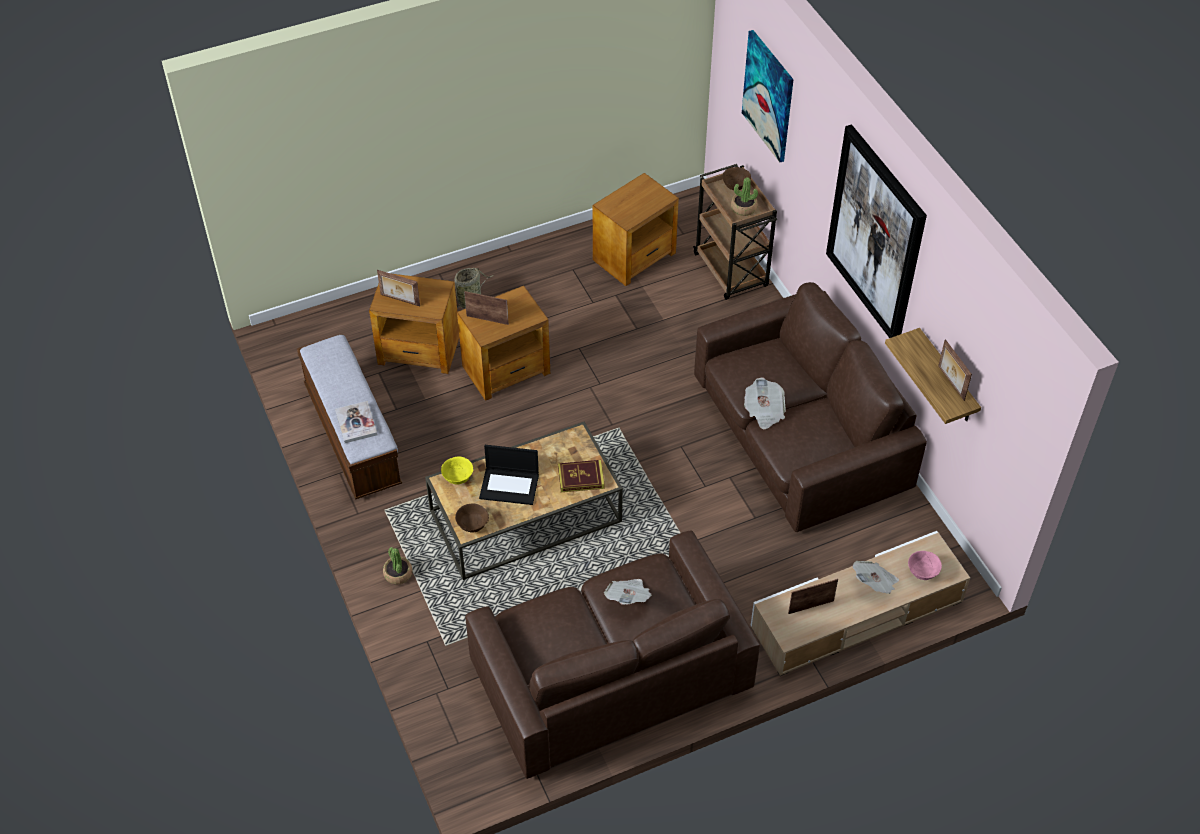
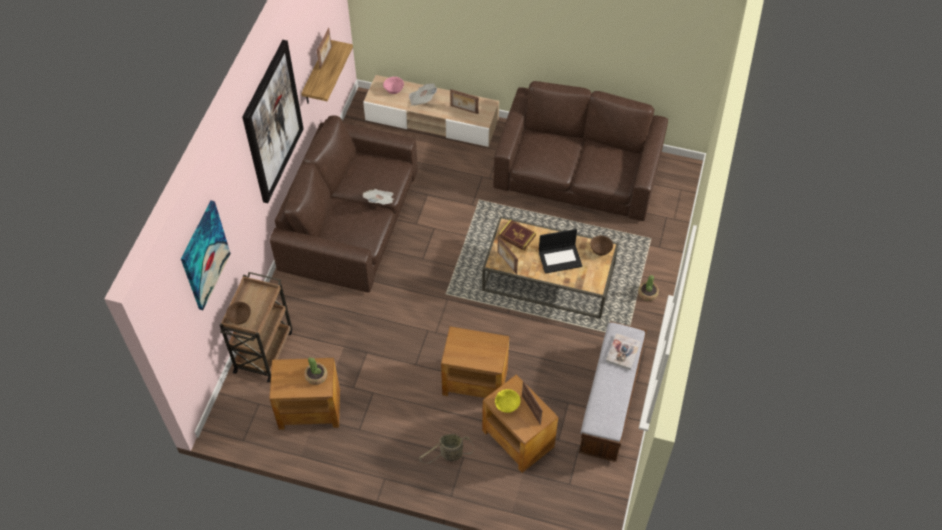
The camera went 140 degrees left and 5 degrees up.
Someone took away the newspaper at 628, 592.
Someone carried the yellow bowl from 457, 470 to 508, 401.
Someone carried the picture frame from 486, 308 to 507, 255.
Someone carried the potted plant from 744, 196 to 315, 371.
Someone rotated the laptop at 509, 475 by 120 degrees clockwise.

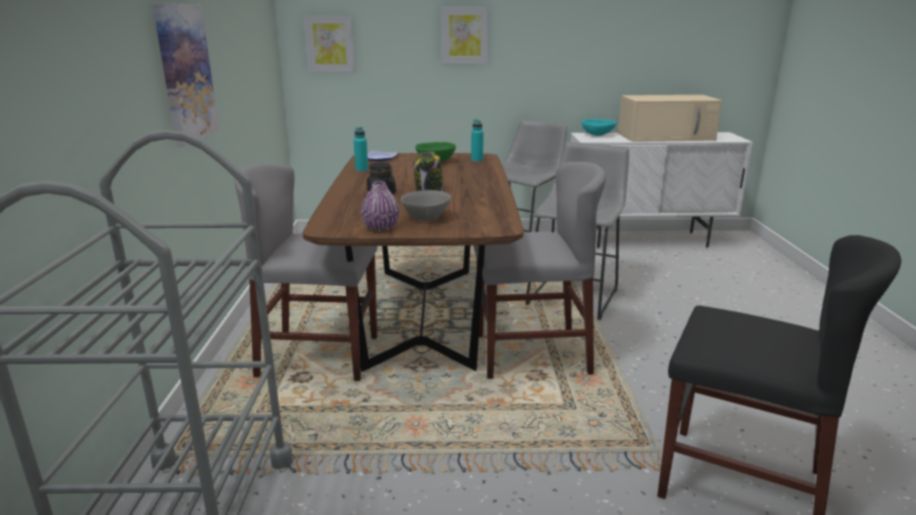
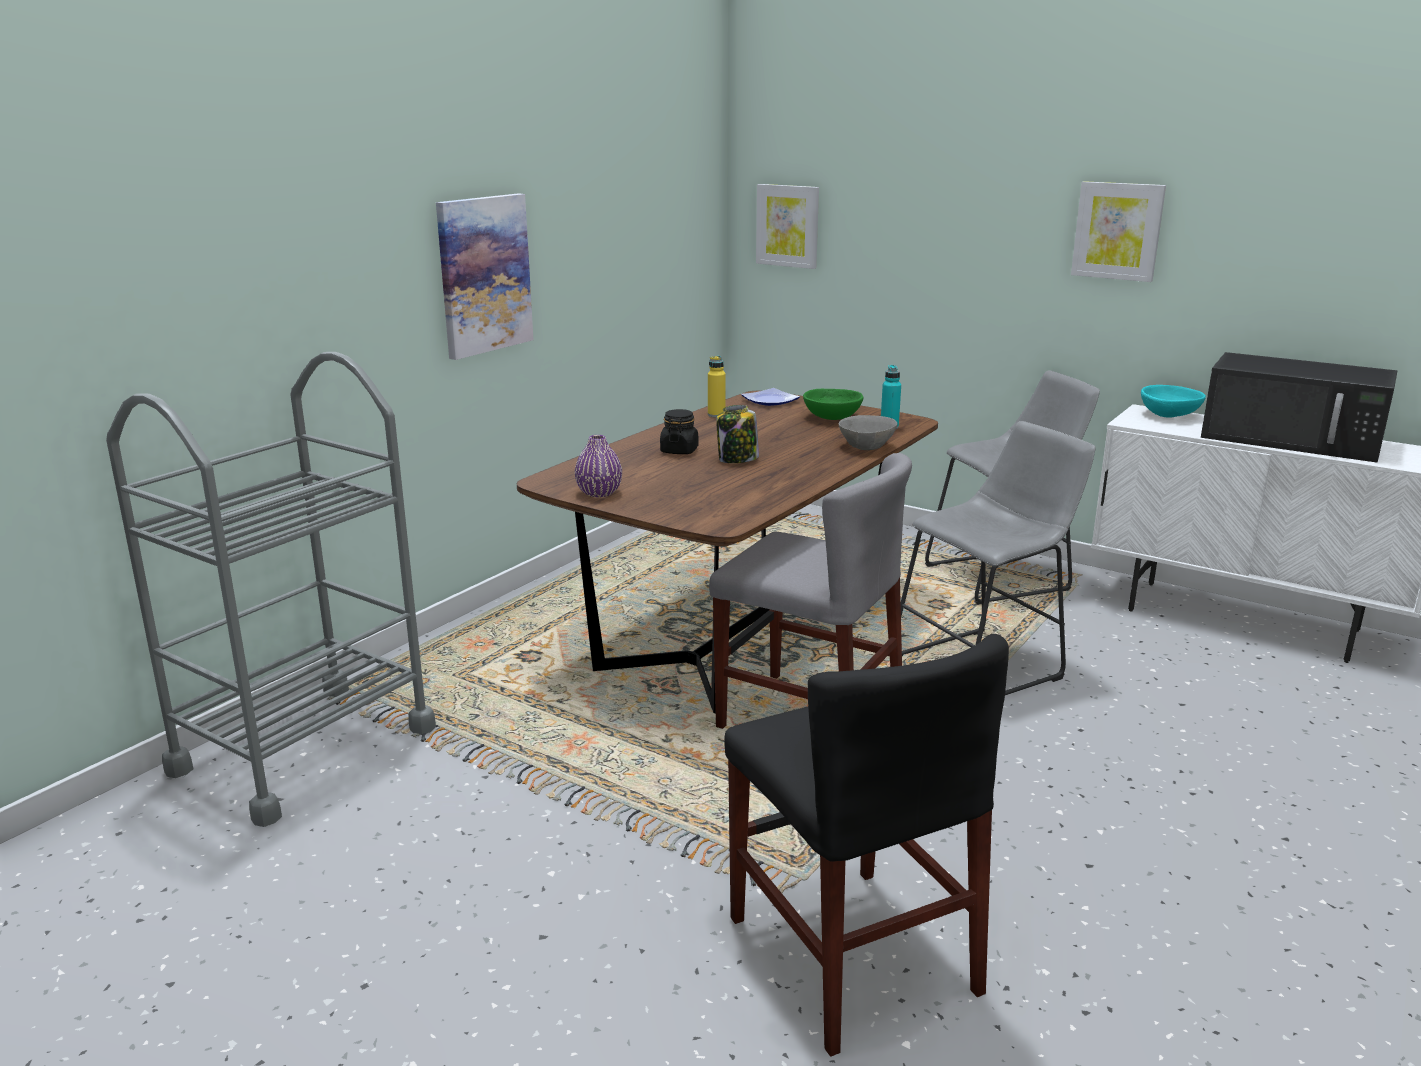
The camera went 35 degrees right and 0 degrees up.
Someone took away the grey chair at 305, 271.
Someone carried the grey bowl from 426, 205 to 868, 432.
Someone carried the picture from 465, 35 to 1118, 231.
Someone repainted the turquoise bottle at 361, 149, which became the yellow bottle at 717, 386.
Someone repainted the beige microwave at 670, 118, which became the black microwave at 1299, 407.

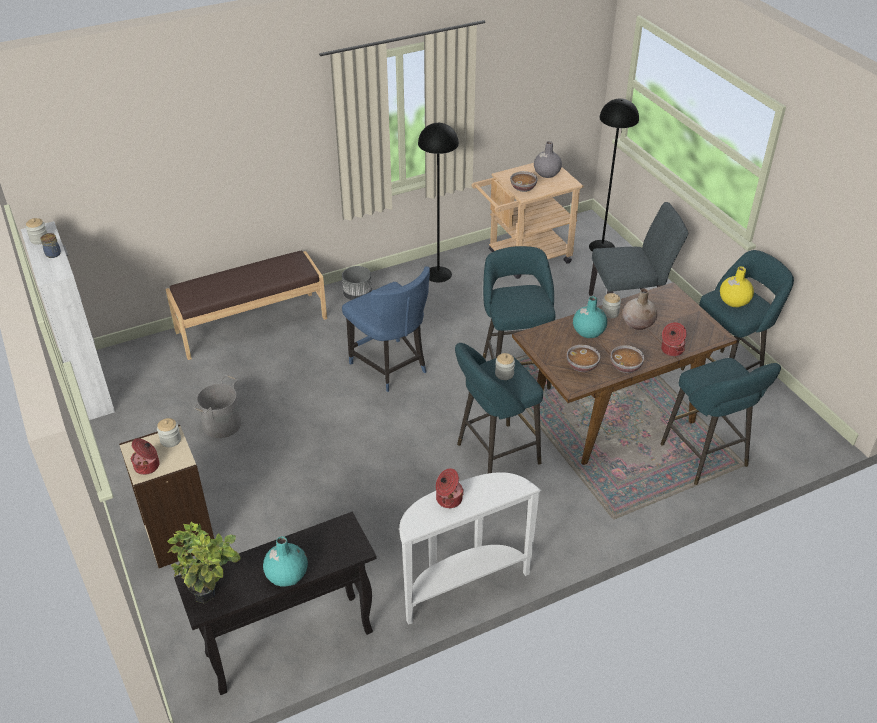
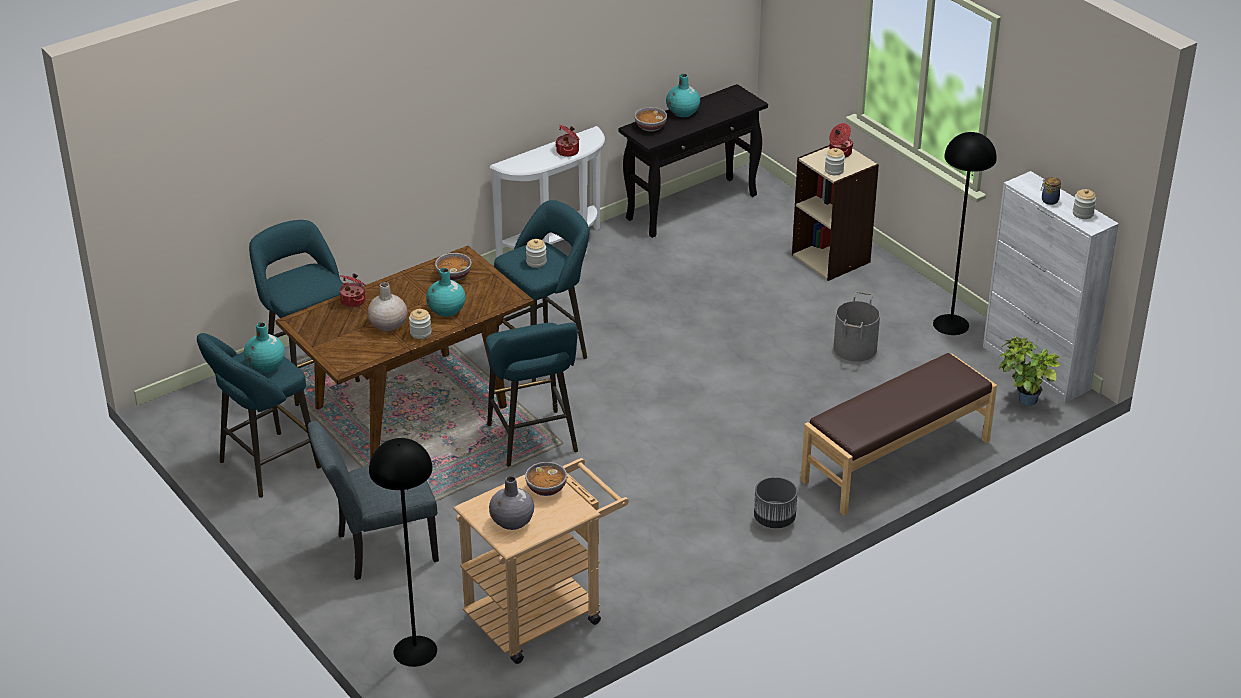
The camera went 170 degrees right and 5 degrees down.
Someone took away the blue chair at 386, 329.
Someone carried the potted plant from 204, 562 to 1029, 371.
Someone carried the black floor lamp from 438, 202 to 965, 233.
Someone carried the bowl from 627, 359 to 650, 119.
Someone repainted the yellow vase at 737, 286, which became the turquoise vase at 264, 347.

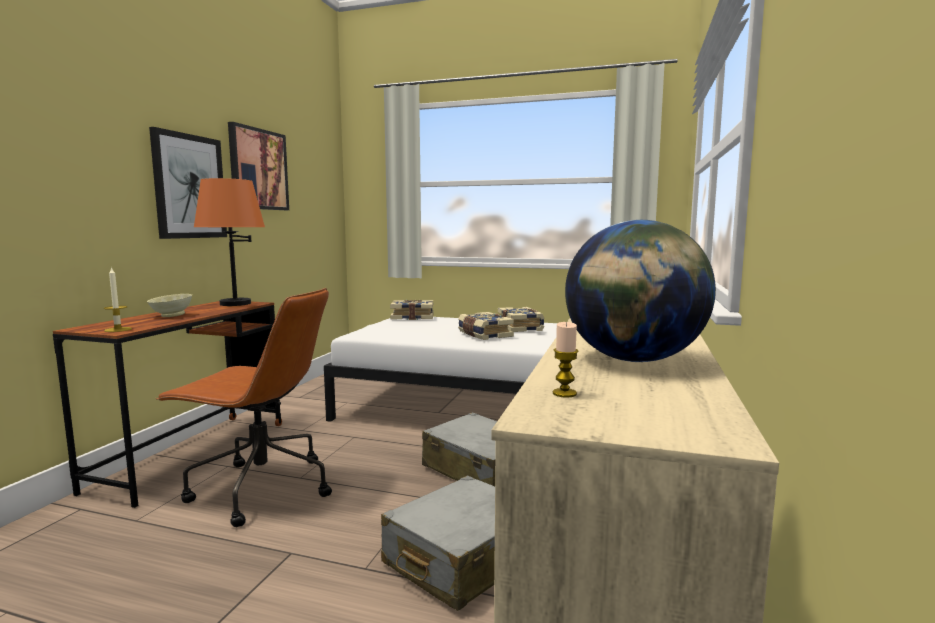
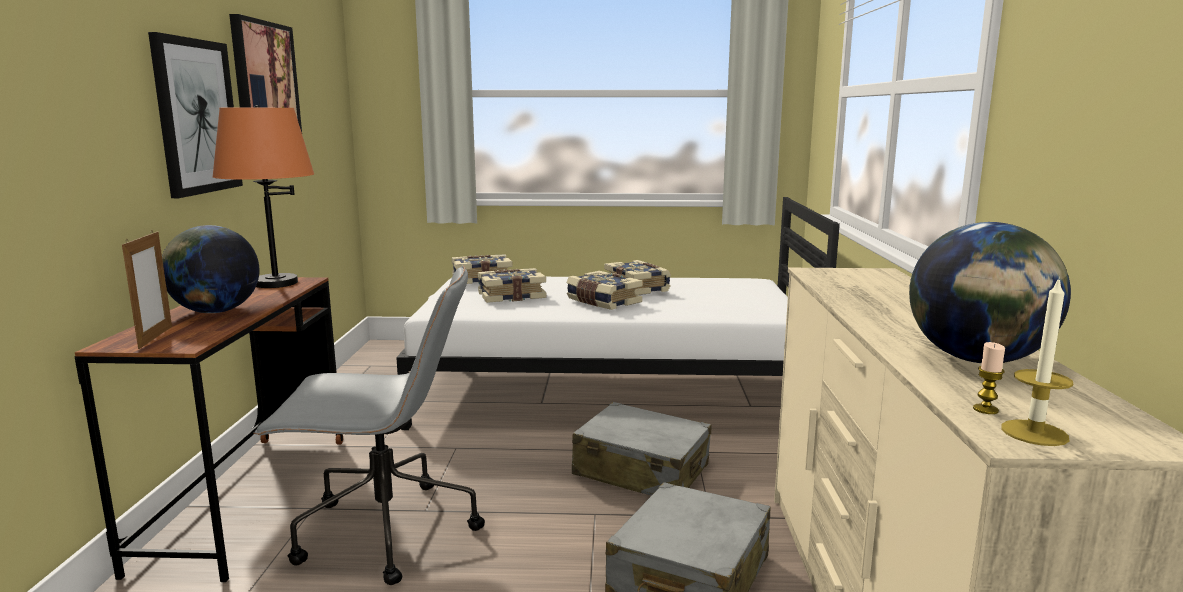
The camera went 15 degrees left and 5 degrees up.
Someone put down the picture frame at 147, 289.
Someone put down the book at 512, 285.
Someone carried the candle from 118, 299 to 1037, 362.
Someone swapped the beige bowl at 169, 305 for the globe at 210, 269.
Someone repainted the brown office chair at 243, 407, which became the grey office chair at 369, 425.

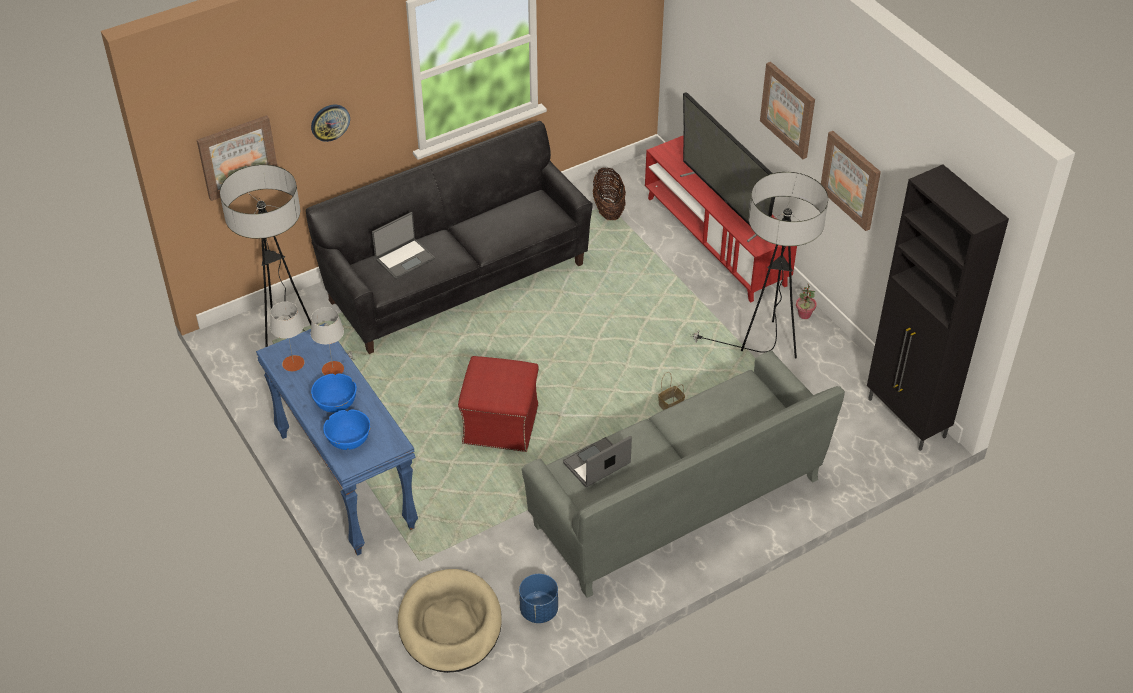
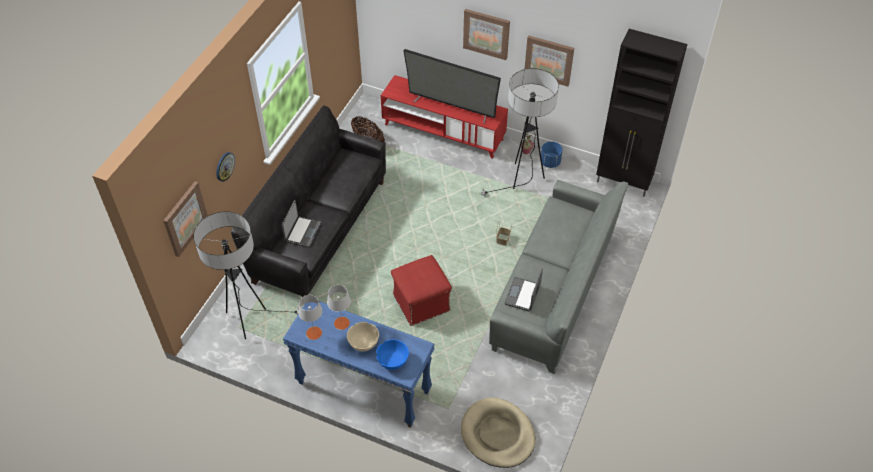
The camera went 35 degrees left and 5 degrees up.
Someone carried the blue planter from 538, 598 to 551, 154.
Someone repainted the blue bowl at 334, 393, which became the beige bowl at 363, 337.

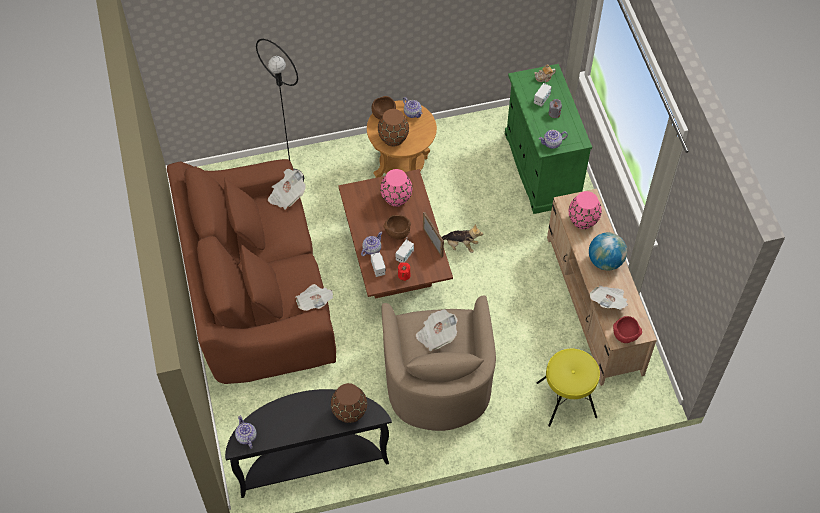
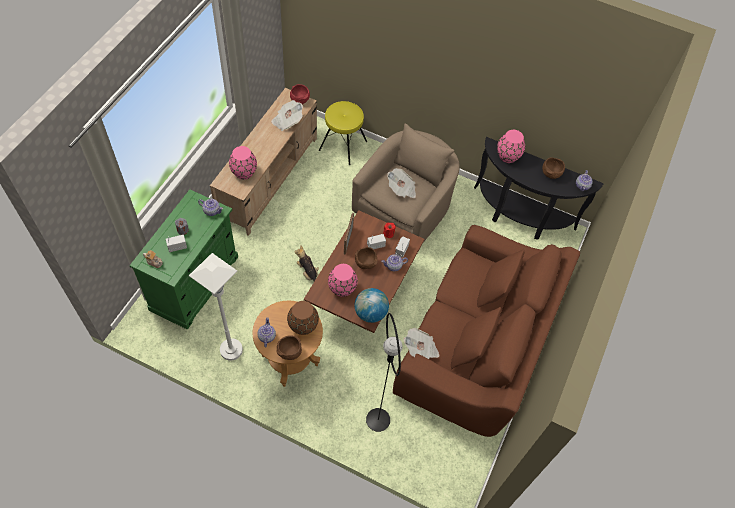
The camera went 145 degrees left and 0 degrees up.
Someone took away the newspaper at 314, 297.
Someone put down the white floor lamp at 216, 307.
Someone put down the brown bowl at 553, 168.
Someone carried the globe from 608, 251 to 371, 305.
Someone repainted the brown vase at 349, 403, which became the pink vase at 511, 146.

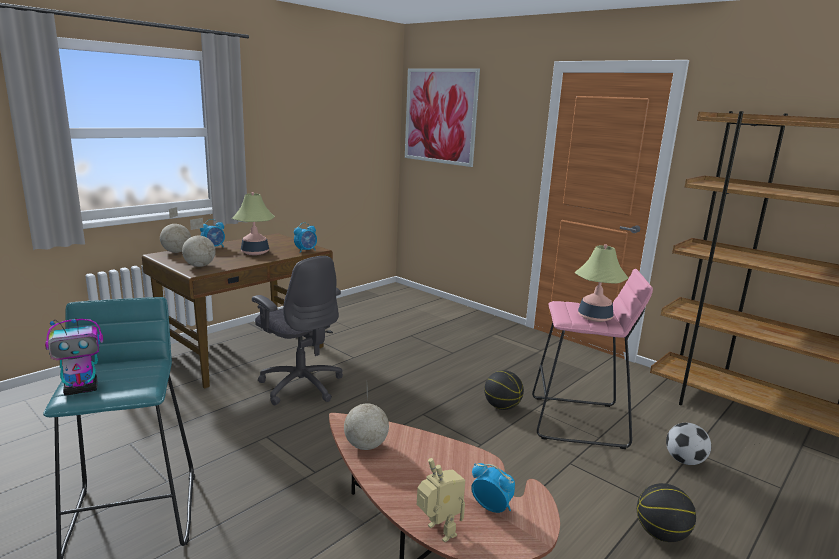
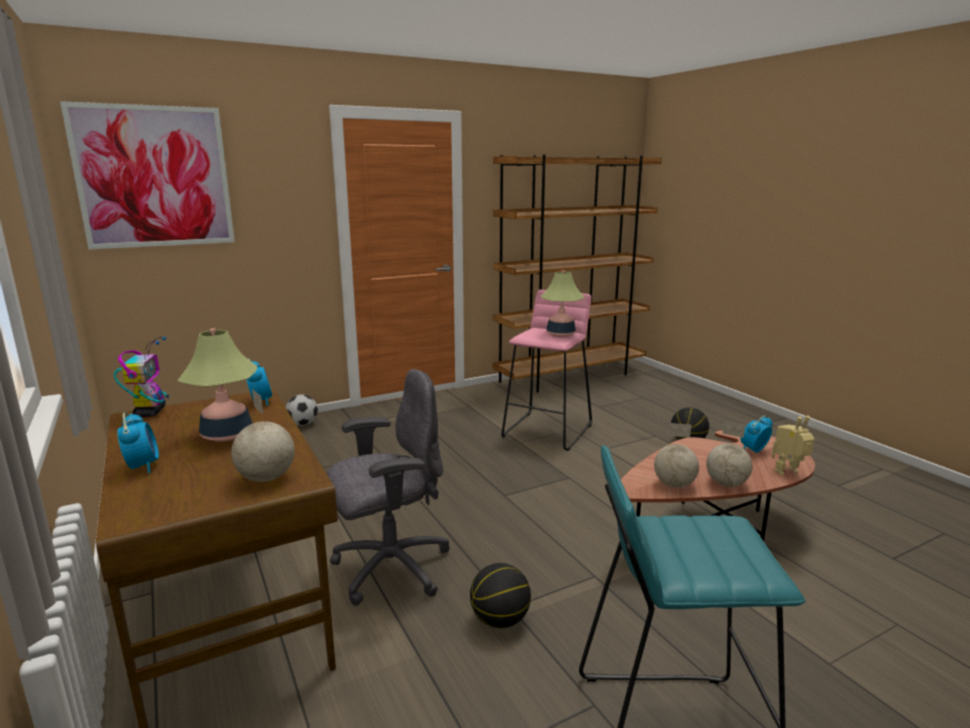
The camera went 70 degrees left and 0 degrees up.
Someone carried the toy robot from 74, 357 to 141, 377.
Someone carried the globe from 175, 230 to 729, 454.
Someone carried the basketball from 504, 390 to 500, 595.
Someone carried the football from 688, 444 to 302, 410.

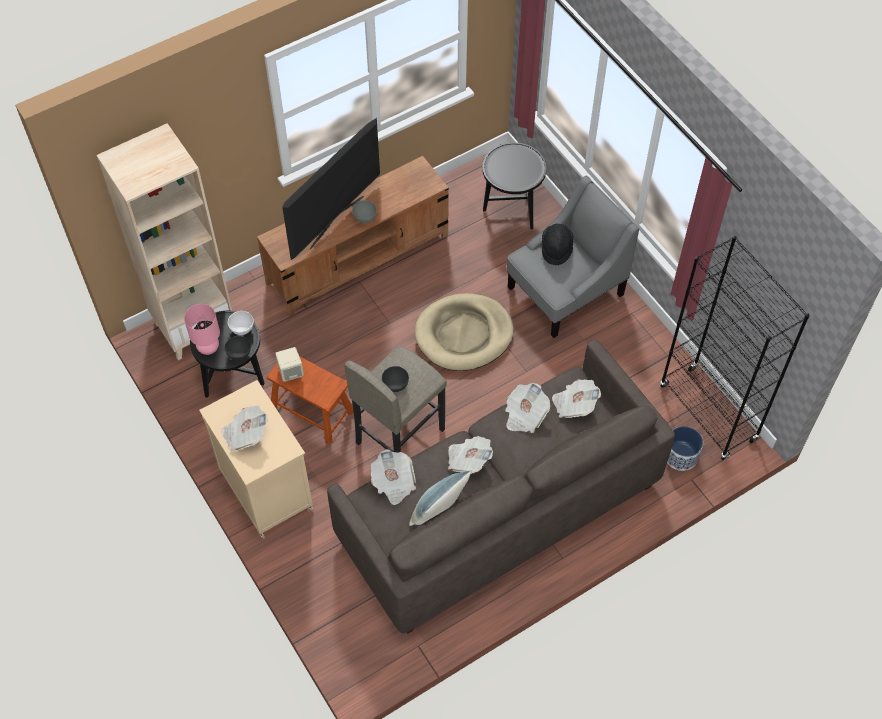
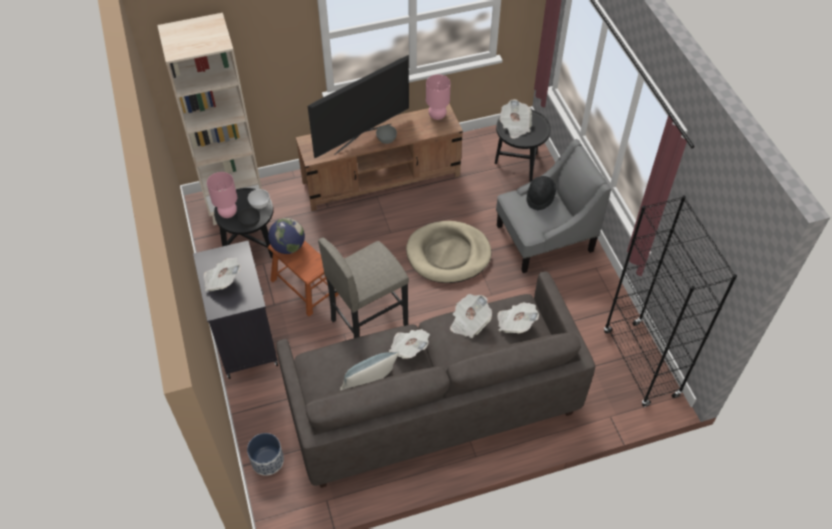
The camera went 15 degrees right and 5 degrees down.
Someone took away the grey bowl at 395, 379.
Someone put down the pink table lamp at 438, 97.
Someone carried the newspaper from 393, 477 to 515, 119.
Someone carried the planter from 685, 448 to 265, 454.
Someone swapped the beige speaker at 289, 364 for the globe at 286, 236.
Someone repainted the beige cabinet at 256, 459, which became the black cabinet at 235, 309.

